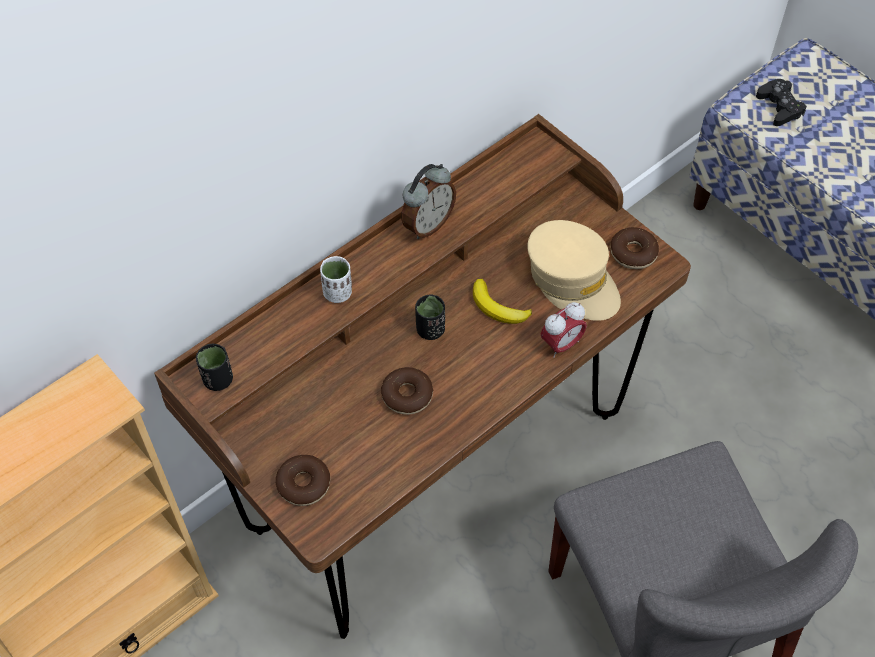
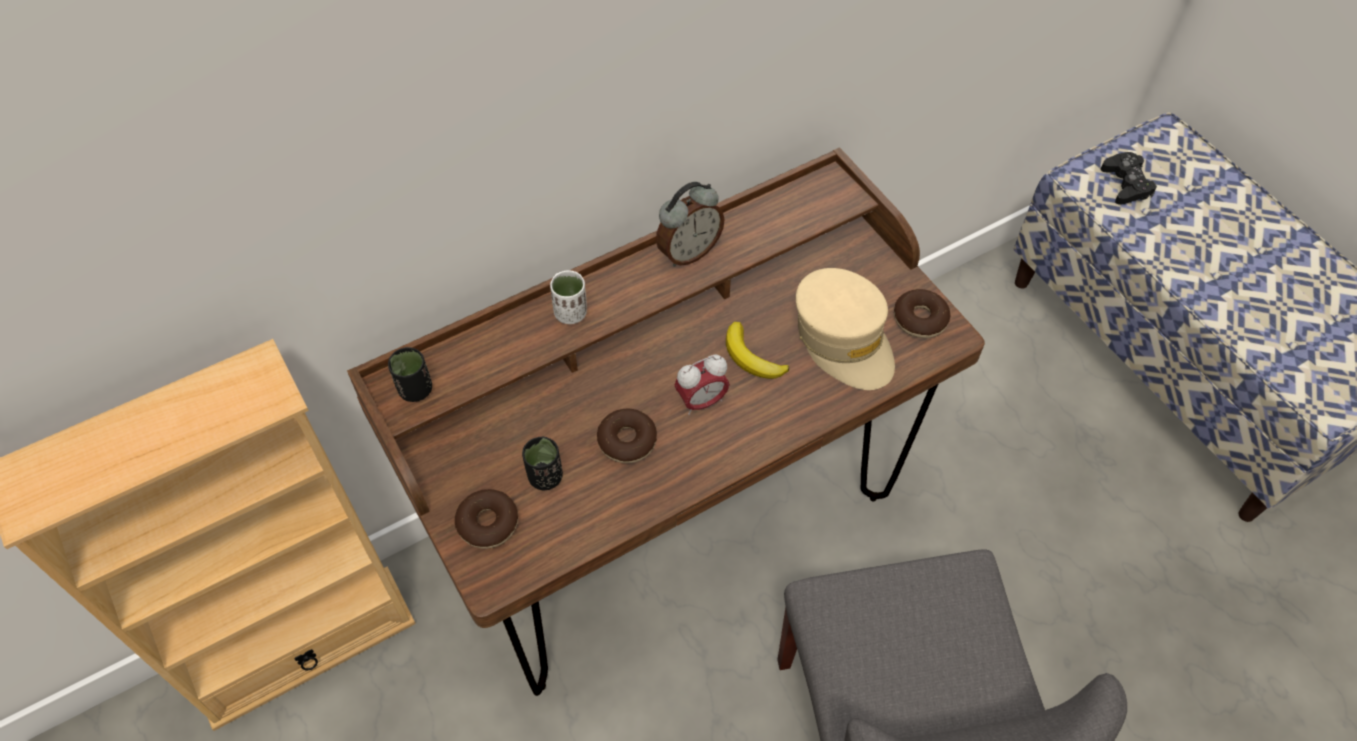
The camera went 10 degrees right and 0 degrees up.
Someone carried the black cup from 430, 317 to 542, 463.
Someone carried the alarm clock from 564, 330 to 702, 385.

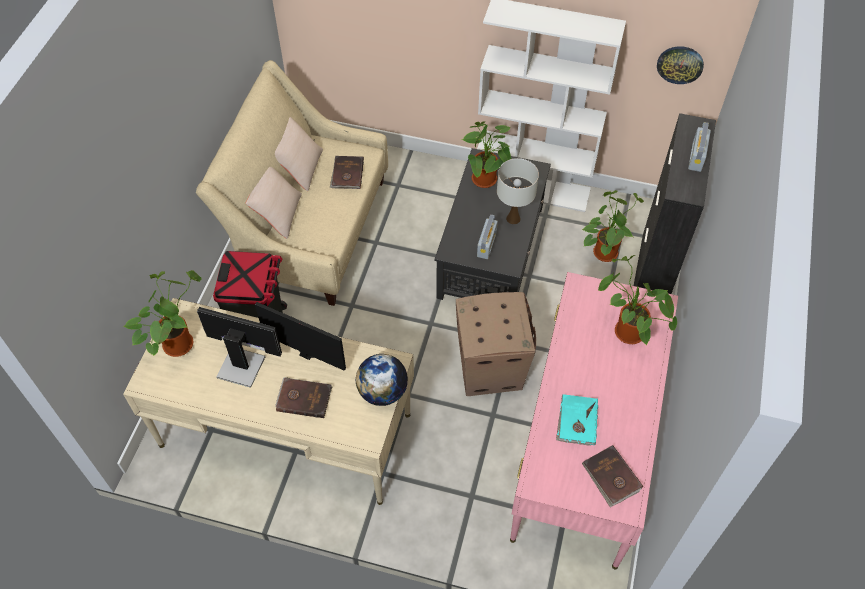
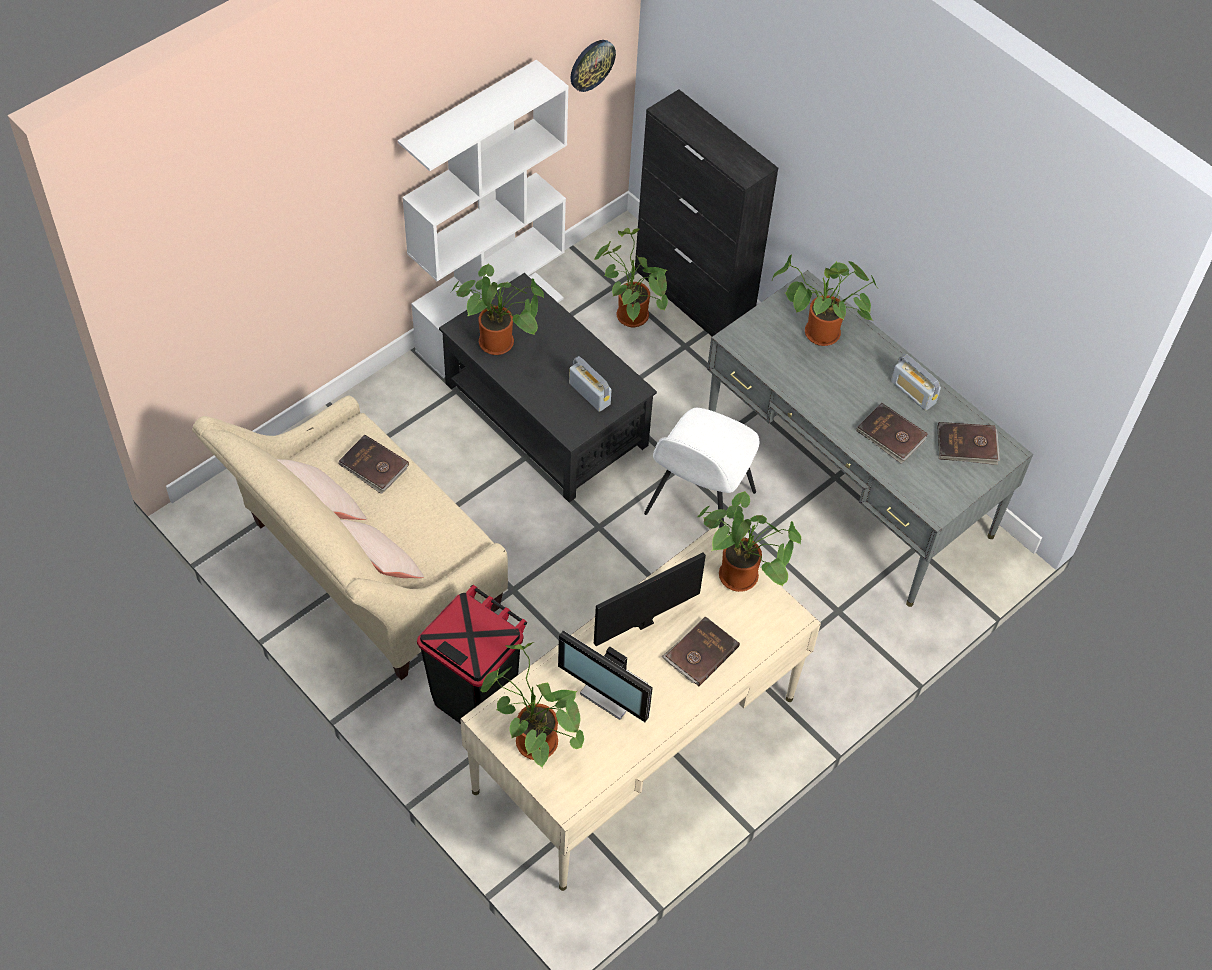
The camera went 60 degrees left and 0 degrees up.
Someone took away the white table lamp at 518, 191.
Someone carried the radio from 699, 147 to 916, 382.
Someone swapped the globe at 382, 380 for the potted plant at 749, 541.
Someone swapped the cardboard box at 496, 344 for the white chair at 701, 468.
Someone repainted the pink desk at 594, 420, which became the grey desk at 870, 438.
Someone repainted the turquoise book at 577, 420, which became the brown book at 891, 433.
Someone rotated the monitor at 239, 347 by 105 degrees counterclockwise.

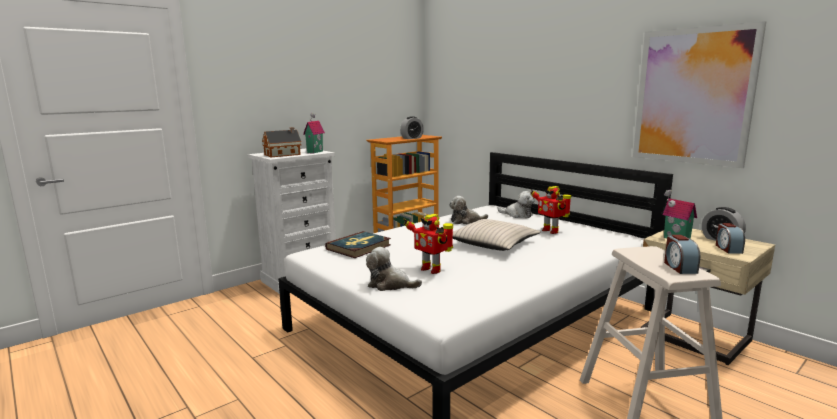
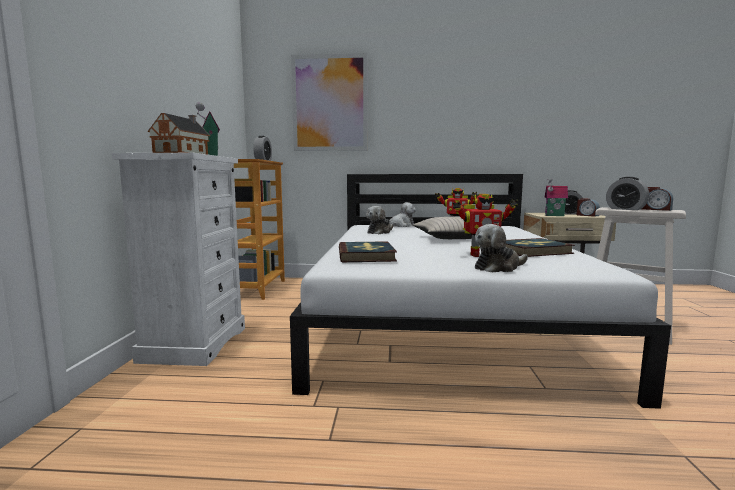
The camera went 45 degrees left and 5 degrees down.
Someone put down the book at 540, 247.
Someone put down the alarm clock at 627, 193.
Someone carried the picture from 699, 94 to 329, 102.

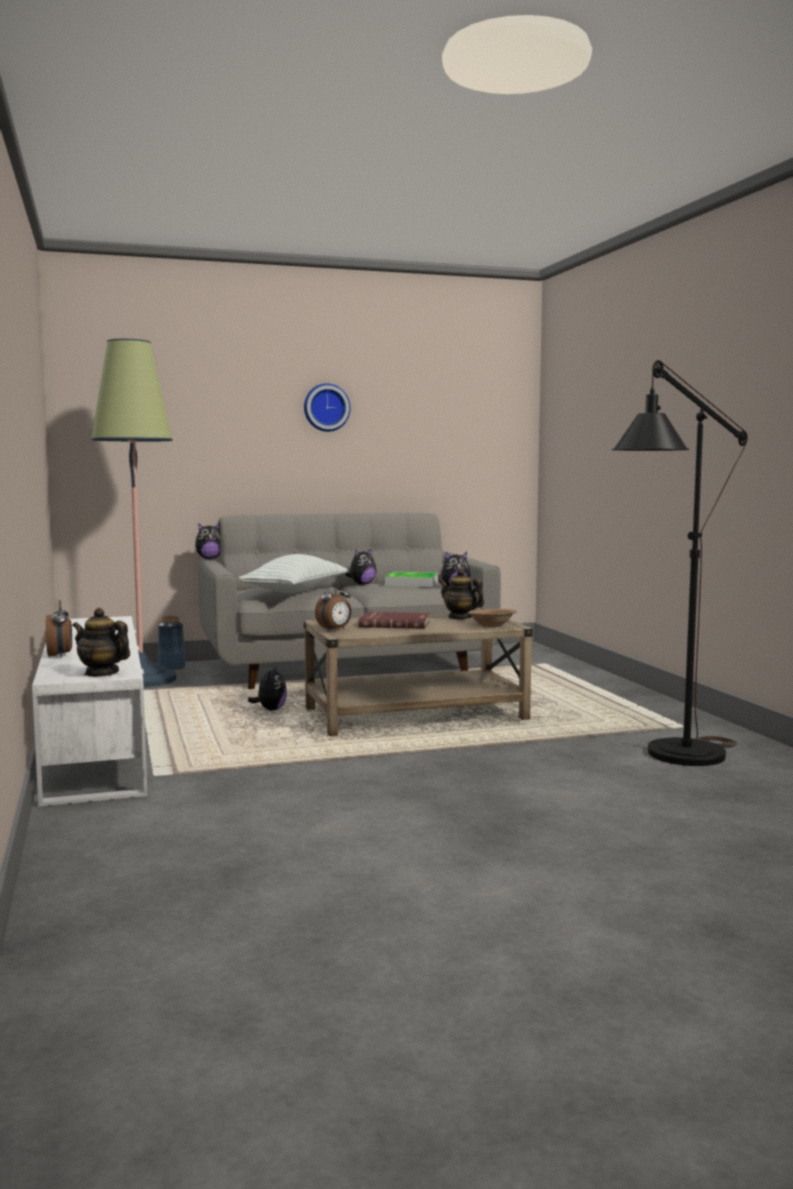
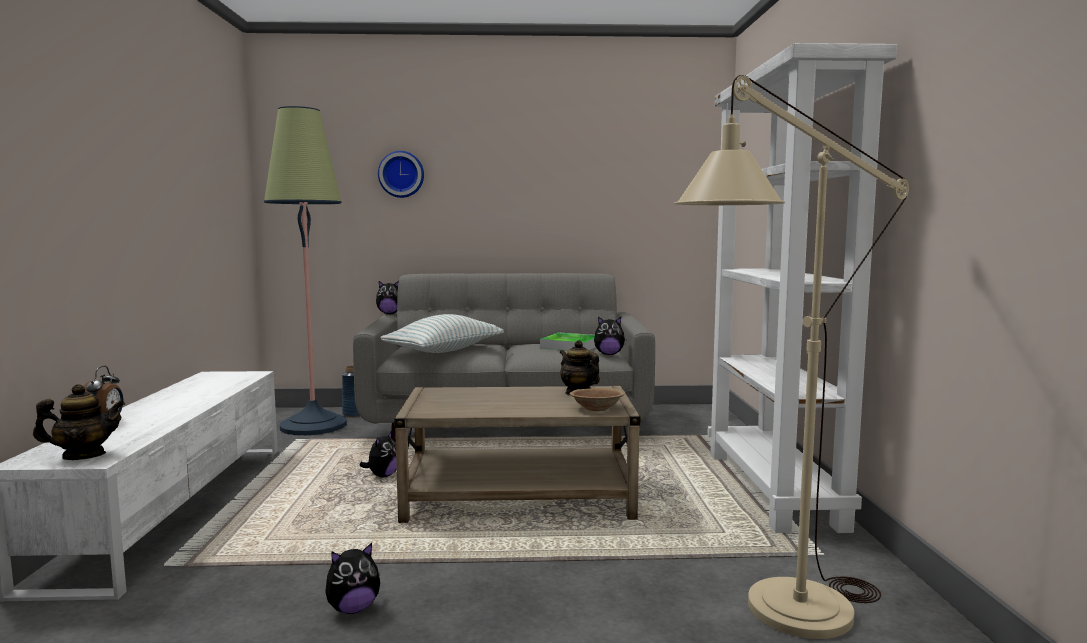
The camera went 15 degrees right and 0 degrees up.
Someone took away the alarm clock at 333, 606.
Someone took away the red book at 394, 620.
Someone put down the white bookcase at 802, 288.
Someone carried the wall clock from 327, 407 to 401, 174.
Someone carried the plush toy from 360, 566 to 352, 578.
Someone repainted the black floor lamp at 680, 563, which became the beige floor lamp at 792, 357.
Someone rotated the teapot at 101, 642 by 120 degrees clockwise.

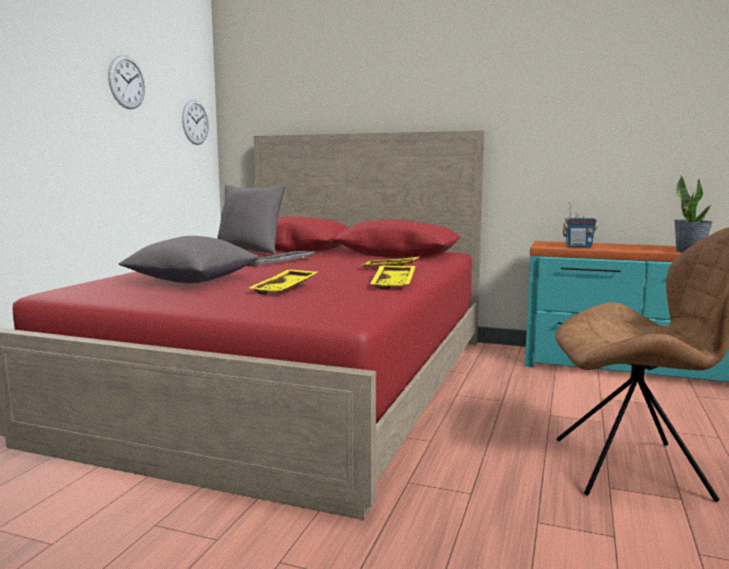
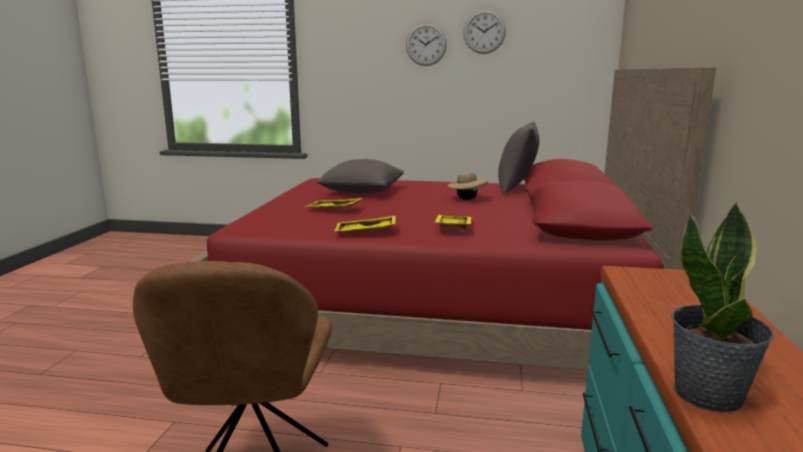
The camera went 80 degrees right and 5 degrees up.
Someone took away the radio at 580, 224.
Someone carried the wall clock from 195, 122 to 426, 44.
Someone swapped the tray at 281, 258 for the beige hat at 467, 185.

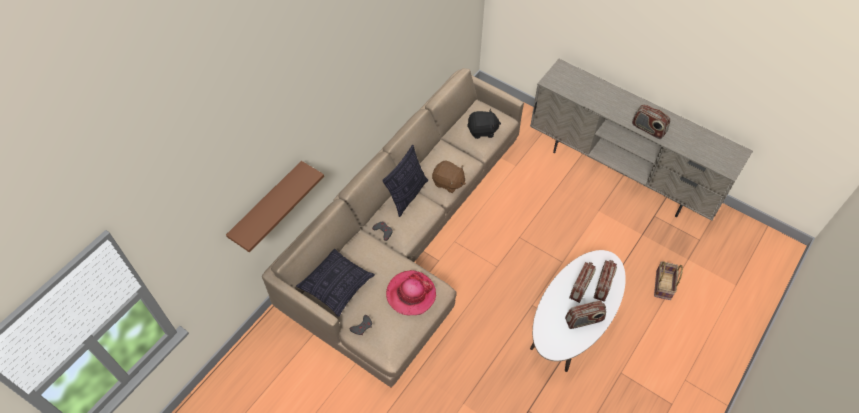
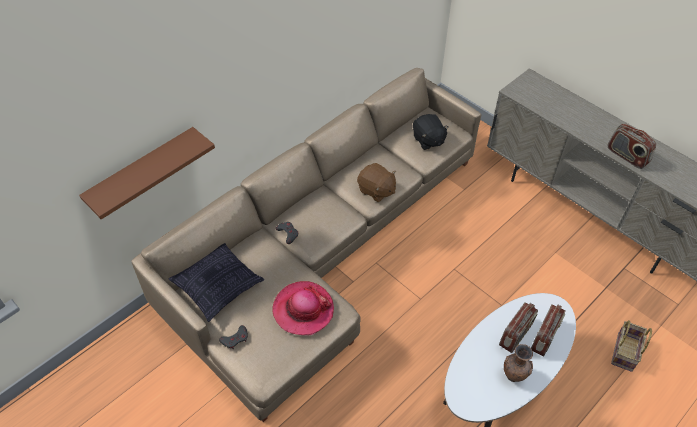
The camera went 10 degrees right and 5 degrees down.
Someone took away the pillow at 405, 181.
Someone swapped the radio at 585, 314 for the brown vase at 518, 363.
Someone rotated the black plush toy at 484, 124 by 60 degrees clockwise.

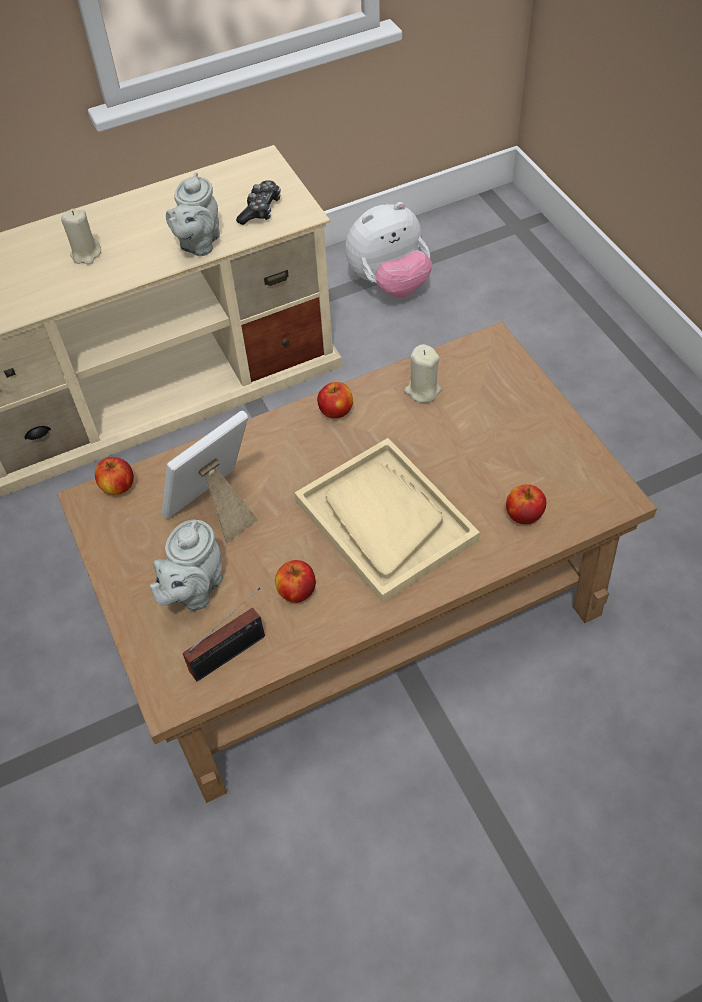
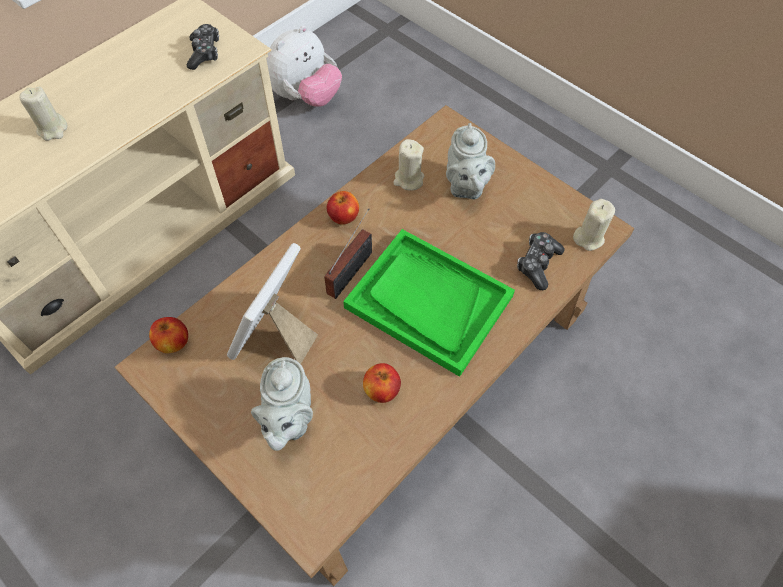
The camera went 25 degrees left and 5 degrees up.
Someone put down the beige candle at 594, 225.
Someone carried the grey teapot from 193, 214 to 470, 161.
Someone carried the radio from 224, 634 to 348, 253.
Someone swapped the apple at 526, 504 for the game controller at 541, 261.
Someone repainted the beige tray at 387, 520, which became the green tray at 429, 303.

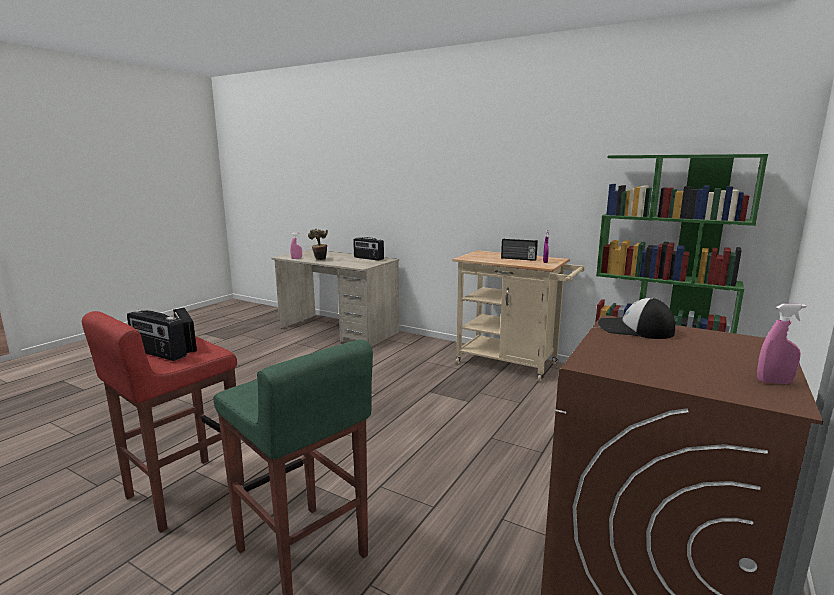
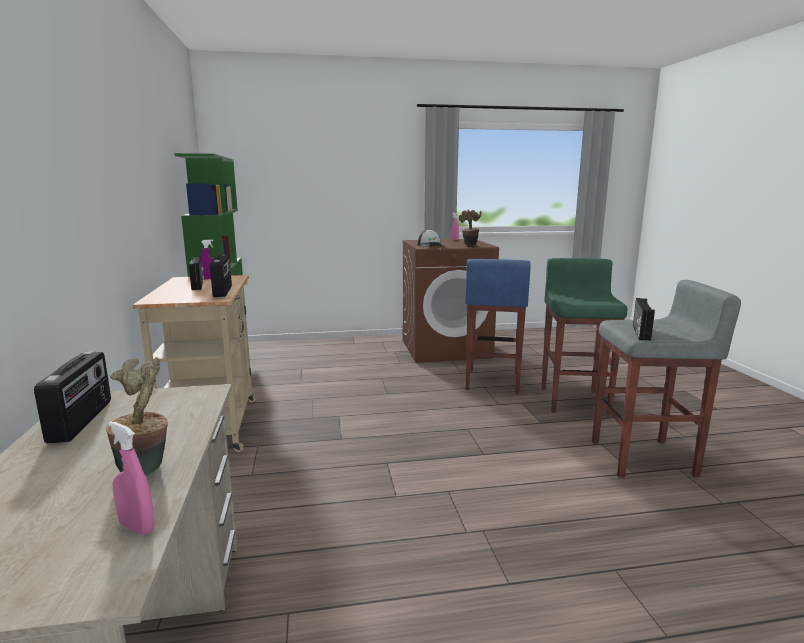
The camera went 130 degrees left and 0 degrees up.
Someone put down the potted plant at 470, 227.
Someone put down the blue stool at 498, 326.
Someone carried the radio from 157, 335 to 221, 275.
Someone repainted the red stool at 163, 422, which became the grey stool at 666, 378.

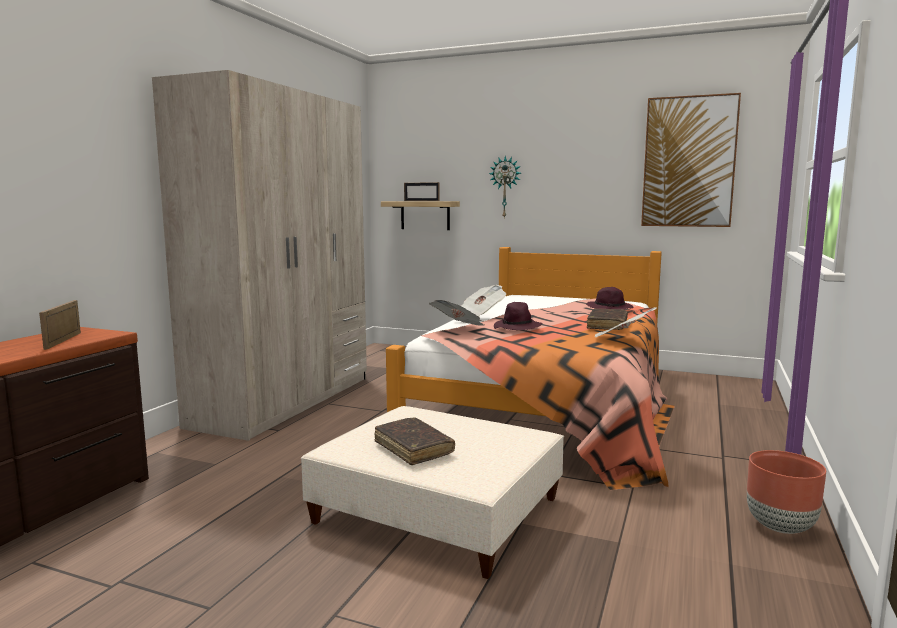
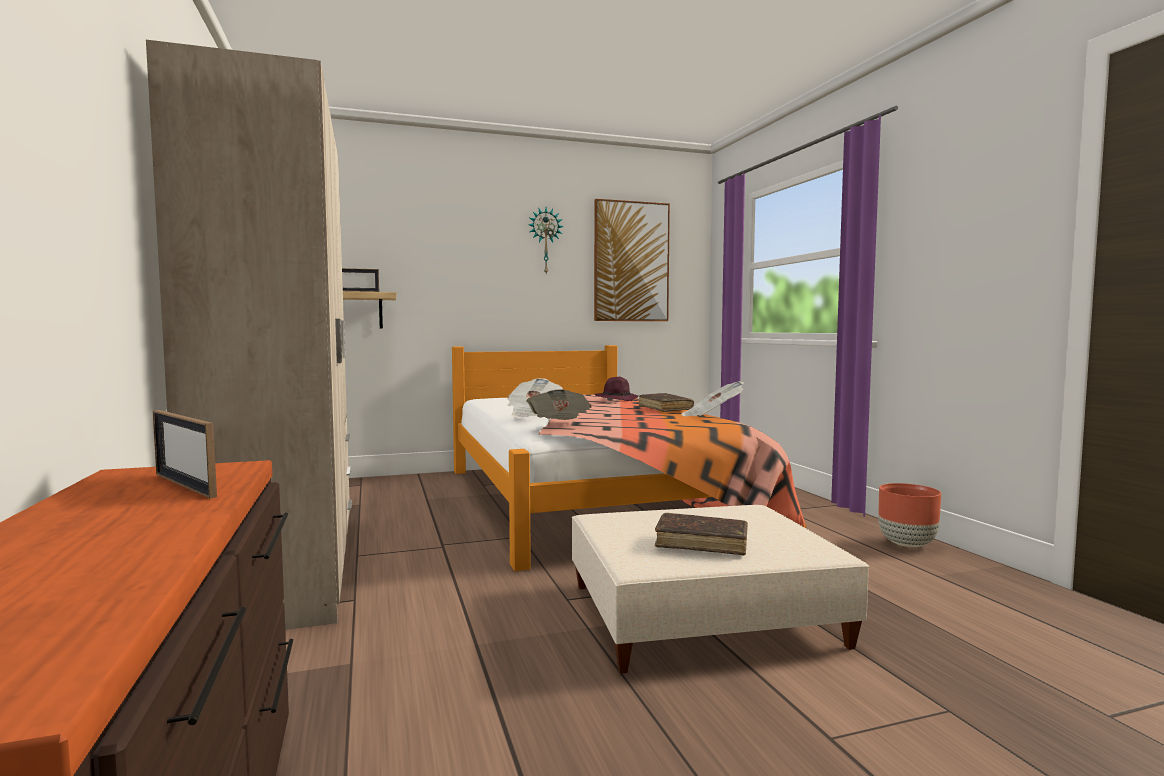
The camera went 40 degrees left and 5 degrees down.
Someone took away the purple hat at 518, 316.
Someone carried the wall clock from 505, 186 to 546, 240.

